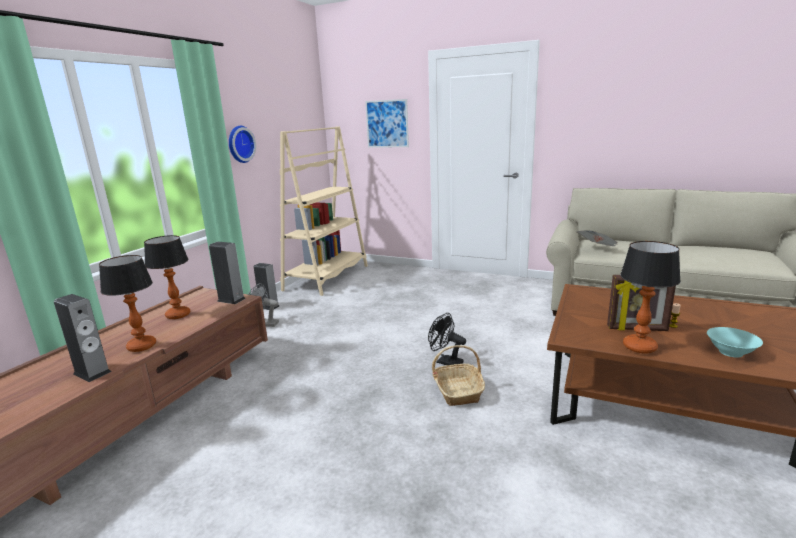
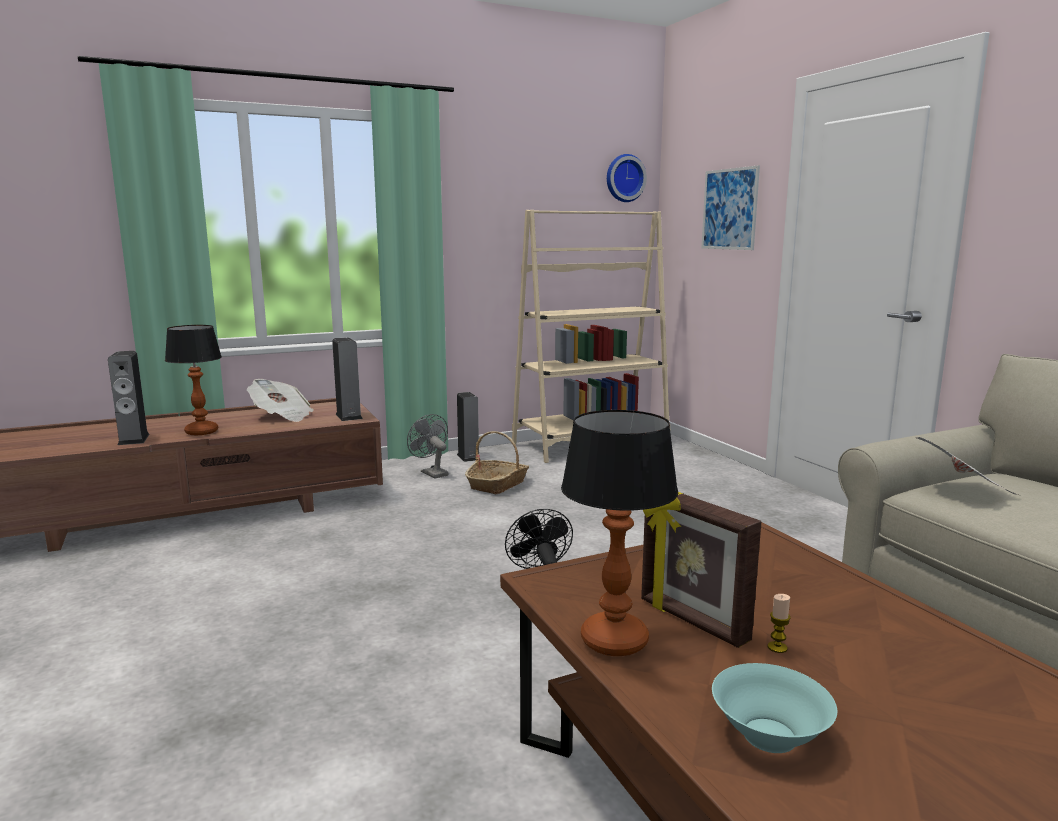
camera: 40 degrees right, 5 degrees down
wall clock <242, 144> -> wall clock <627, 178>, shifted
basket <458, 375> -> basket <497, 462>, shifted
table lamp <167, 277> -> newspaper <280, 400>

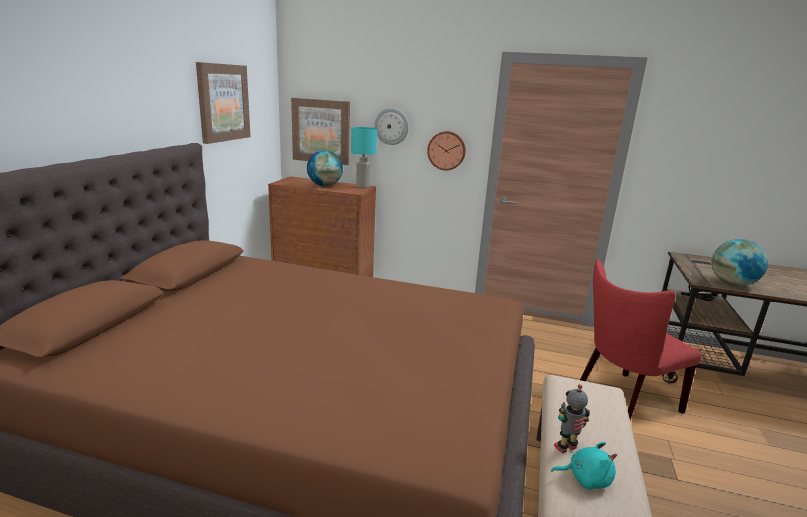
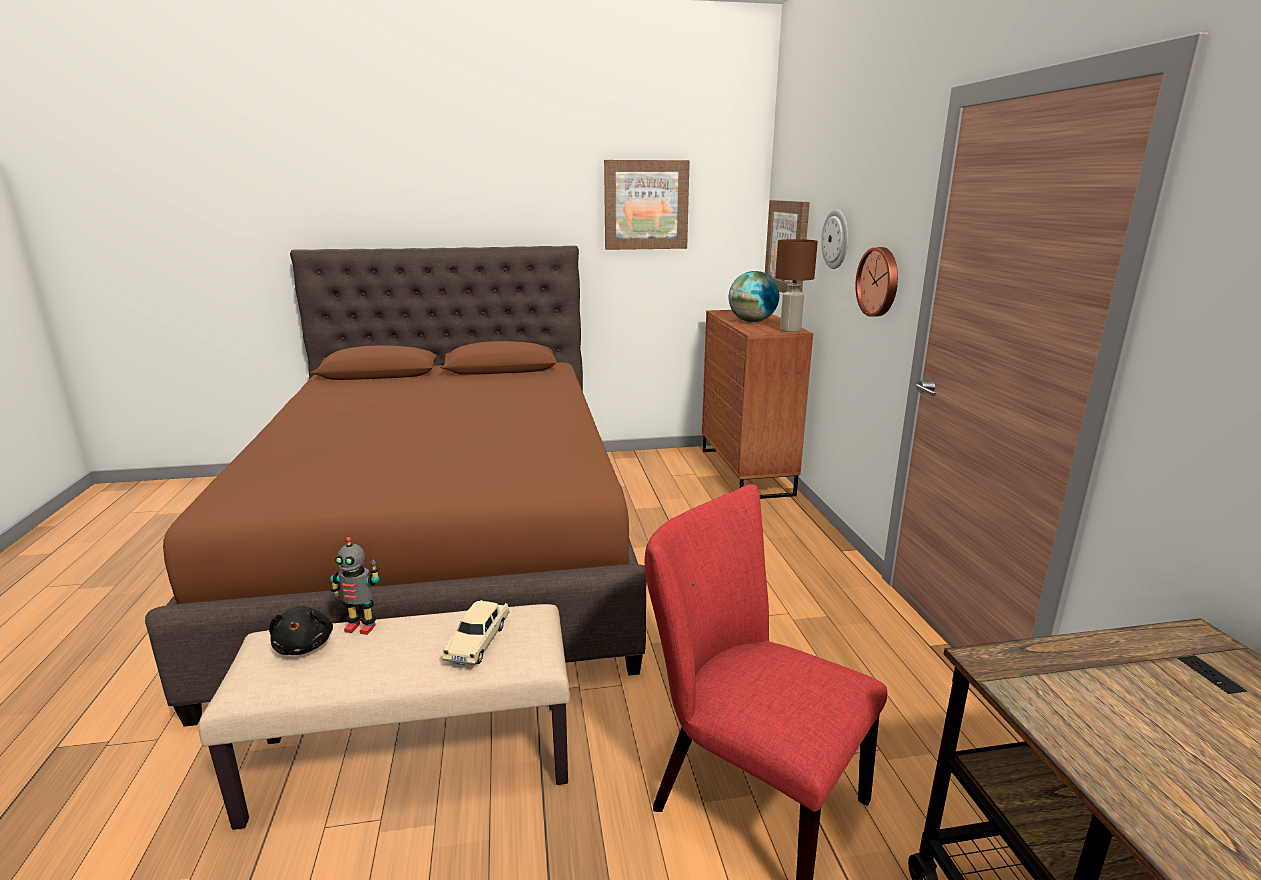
camera: 65 degrees right, 0 degrees up
globe <740, 262> -> none
none -> toy car in beige <476, 632>
table lamp in turquoise <364, 157> -> table lamp in brown <796, 285>
plush toy in turquoise <584, 466> -> plush toy in black <301, 630>
toy robot <572, 418> -> toy robot <355, 586>, 150 degrees clockwise

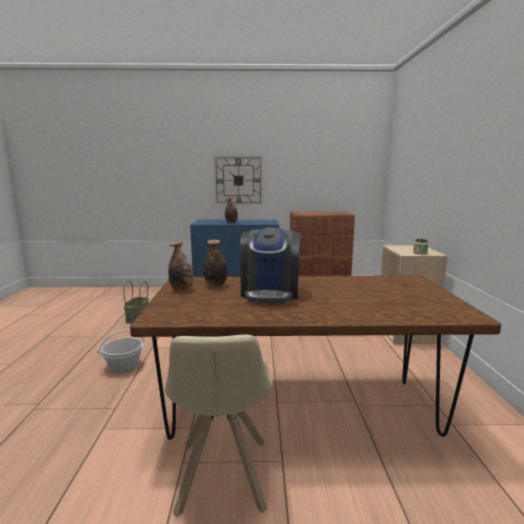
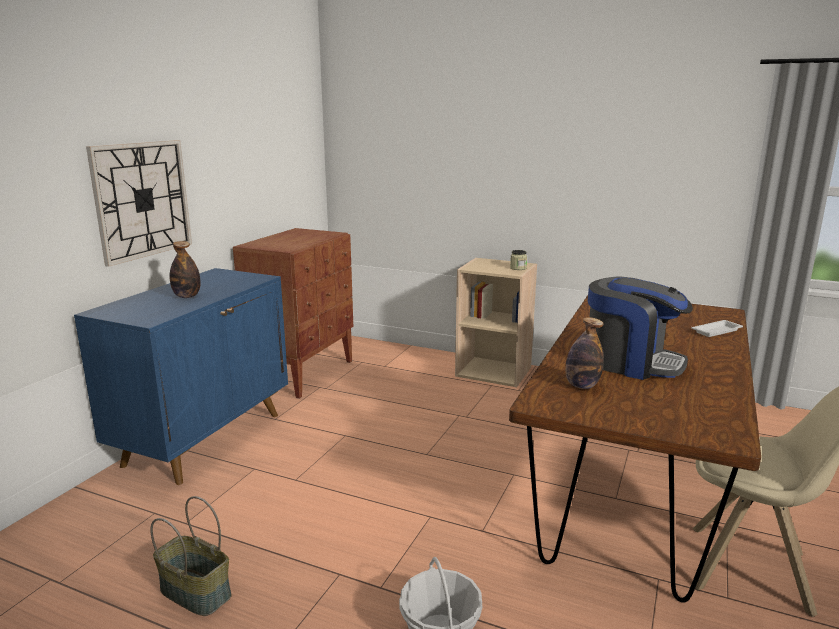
camera: 65 degrees left, 5 degrees up
bottle <181, 266> -> none
none -> tray in white <717, 328>

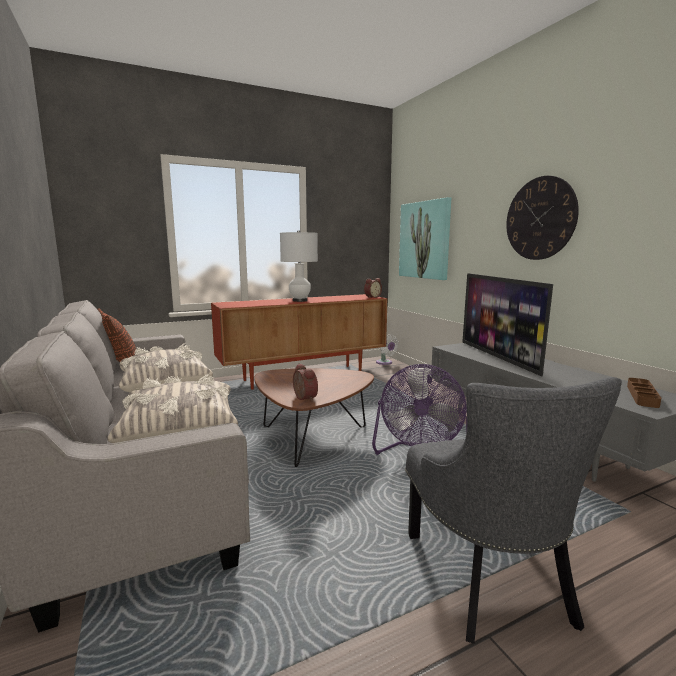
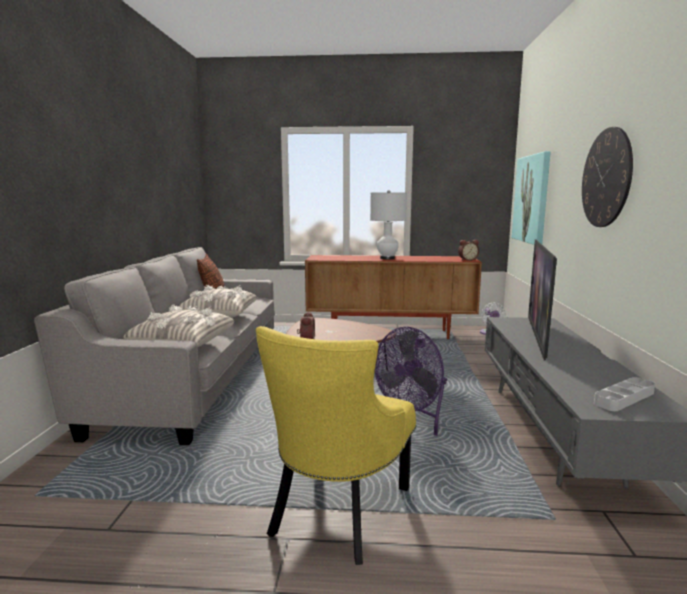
camera: 30 degrees right, 0 degrees up
armchair in grey <513, 510> -> armchair in yellow <336, 445>
tray in brown <644, 393> -> tray in grey <624, 394>

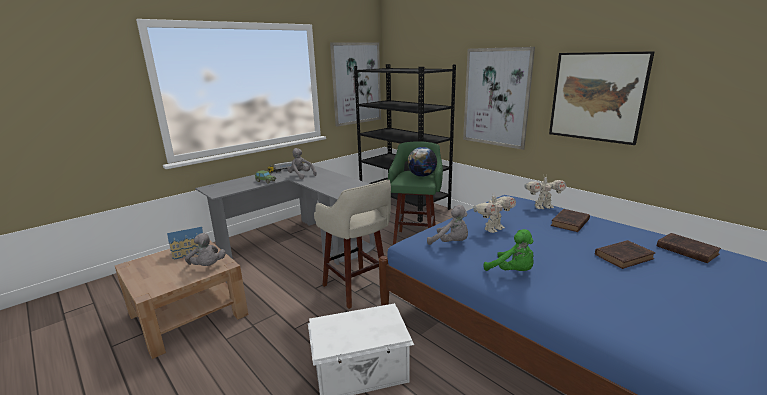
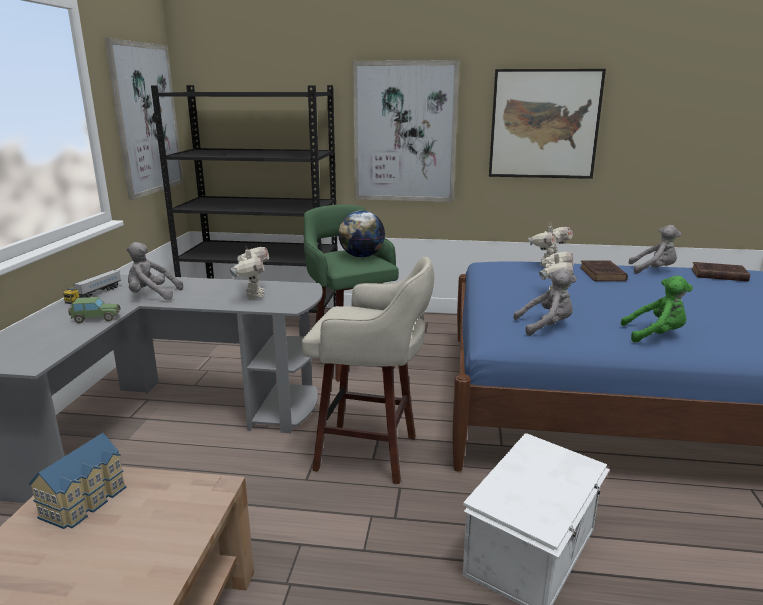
camera: 40 degrees left, 0 degrees up
book in brown <625, 254> -> none
none -> toy robot <249, 272>
plush toy in grey <205, 249> -> plush toy in grey <654, 249>, shifted

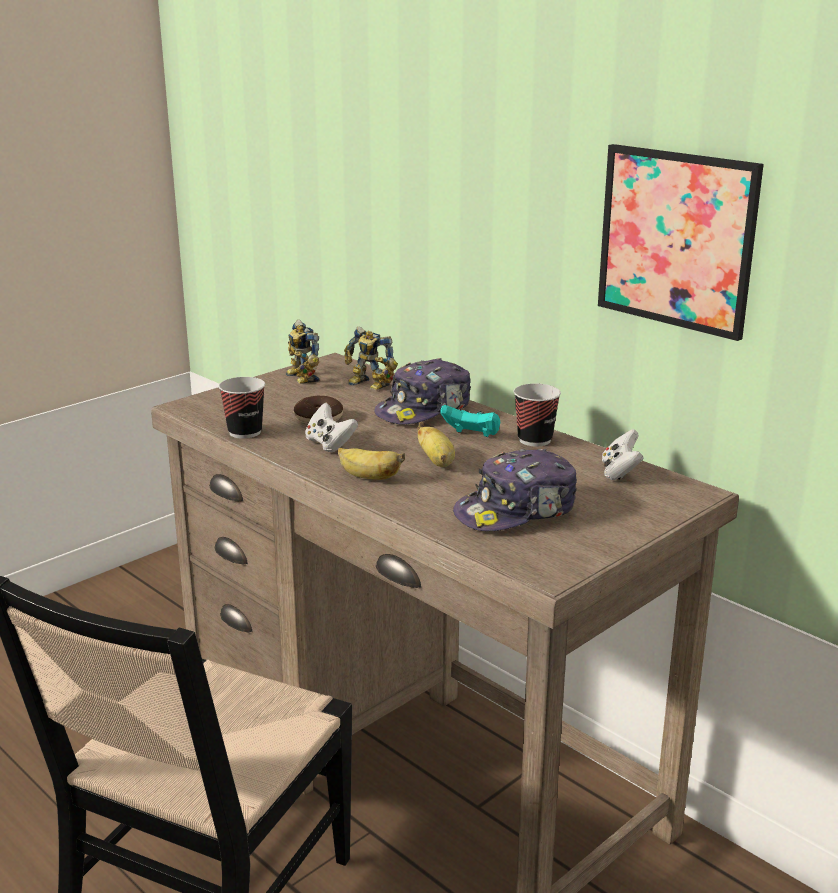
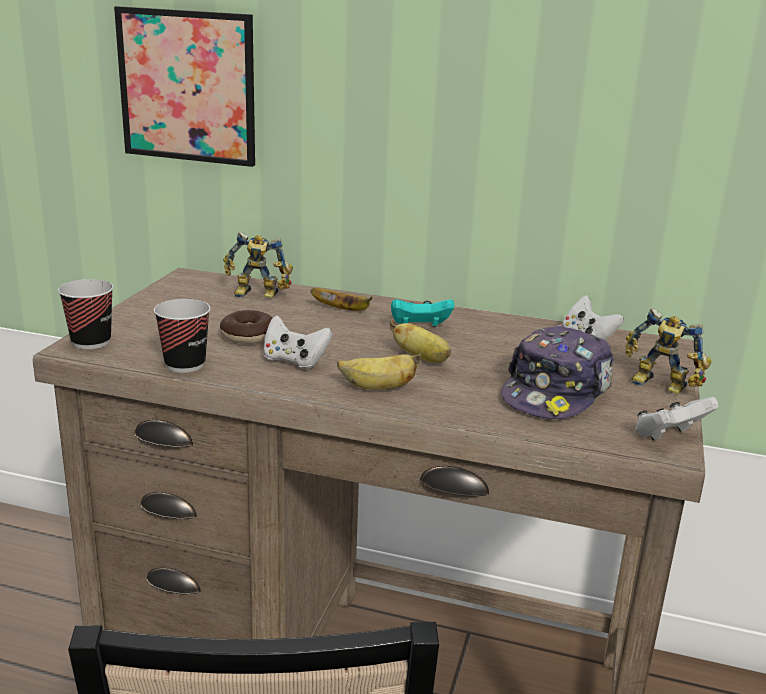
camera: 30 degrees left, 0 degrees up
none -> game controller in white <677, 418>
toy robot <302, 352> -> toy robot <668, 351>, shifted
cup <537, 415> -> cup <86, 314>, shifted
picture <681, 242> -> picture <184, 86>, shifted
cap <422, 391> -> banana <341, 299>

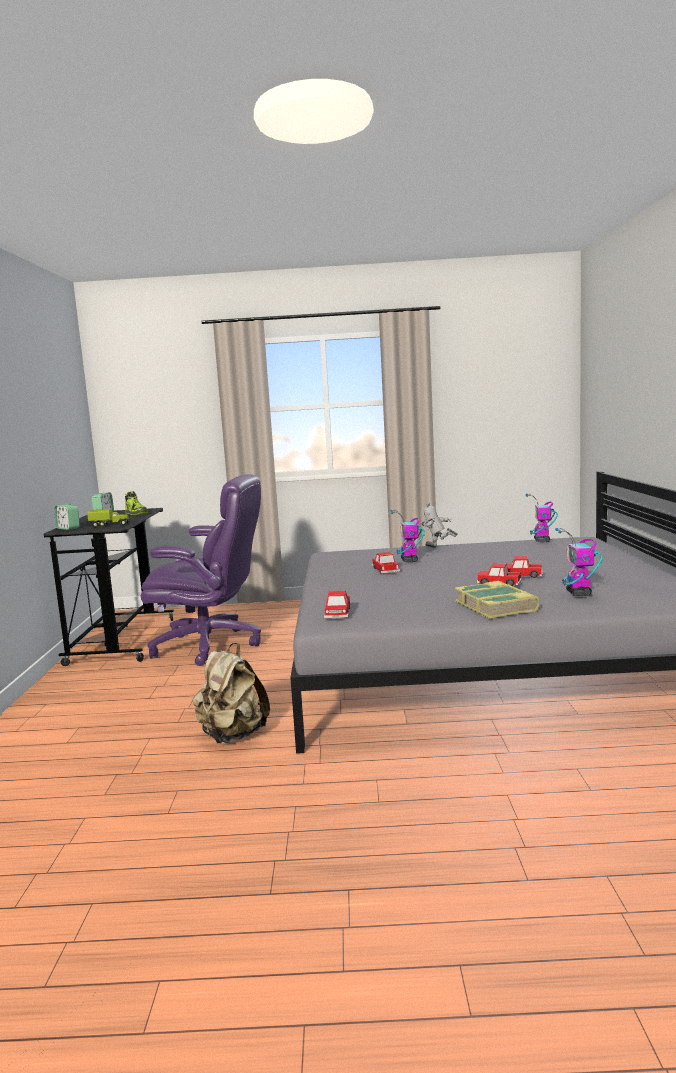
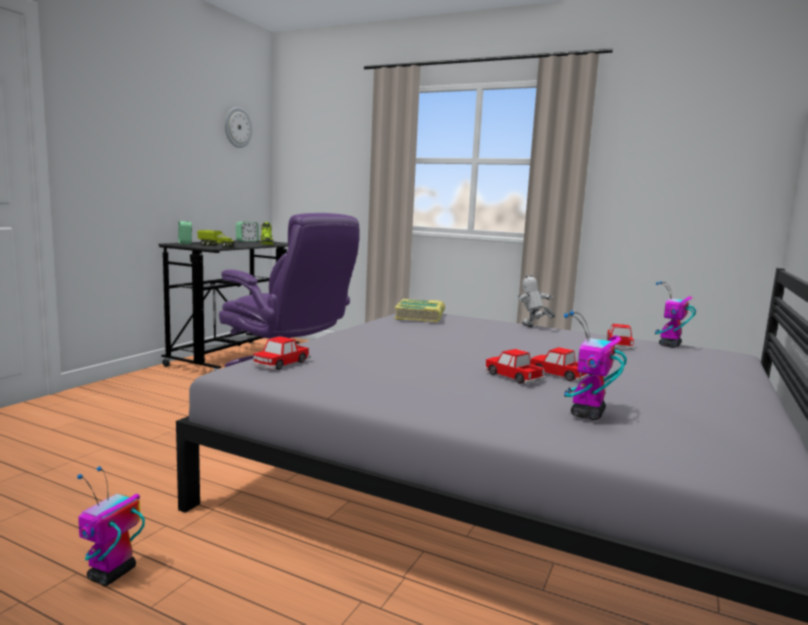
camera: 25 degrees right, 0 degrees up
backpack in beige <231, 693> -> none
none -> wall clock <238, 127>
toy car <386, 563> -> toy car <620, 336>, shifted
toy robot <408, 536> -> toy robot <111, 526>, shifted
book <497, 600> -> book <419, 311>, shifted

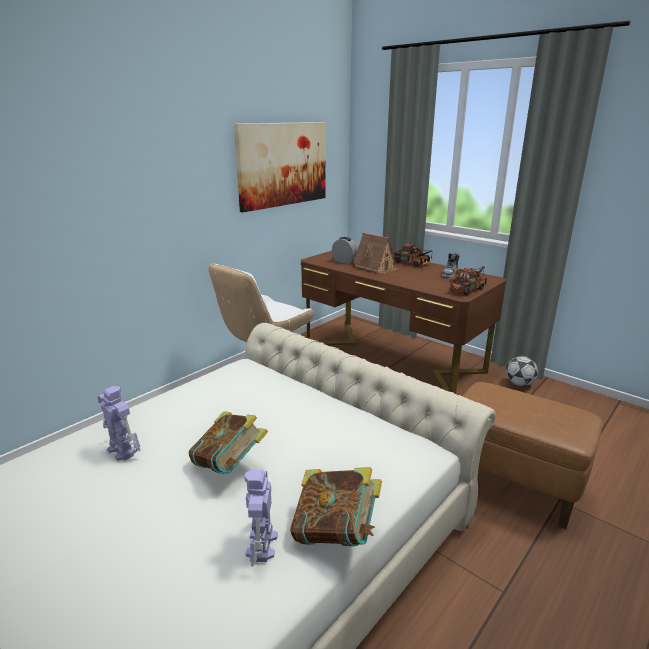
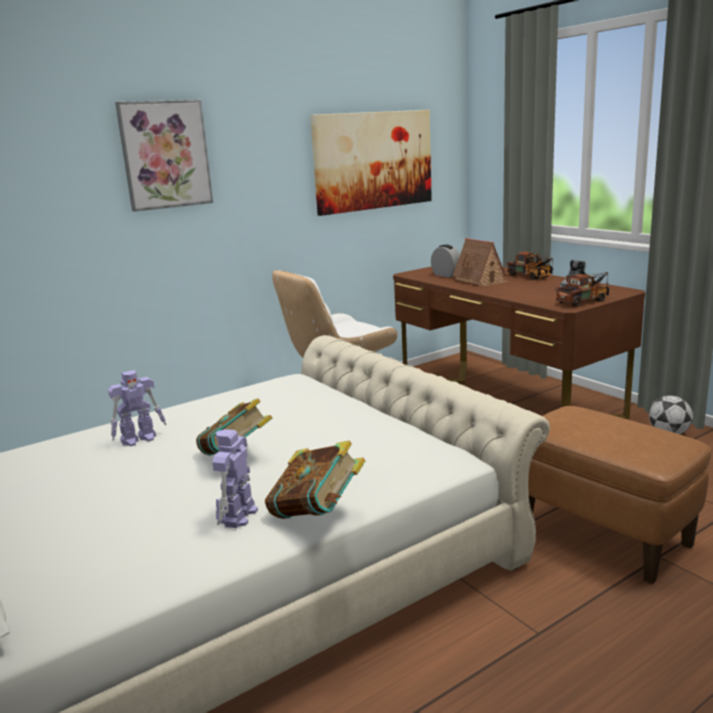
camera: 15 degrees right, 5 degrees down
none -> picture <164, 156>
toy robot <119, 423> -> toy robot <137, 408>, 90 degrees clockwise

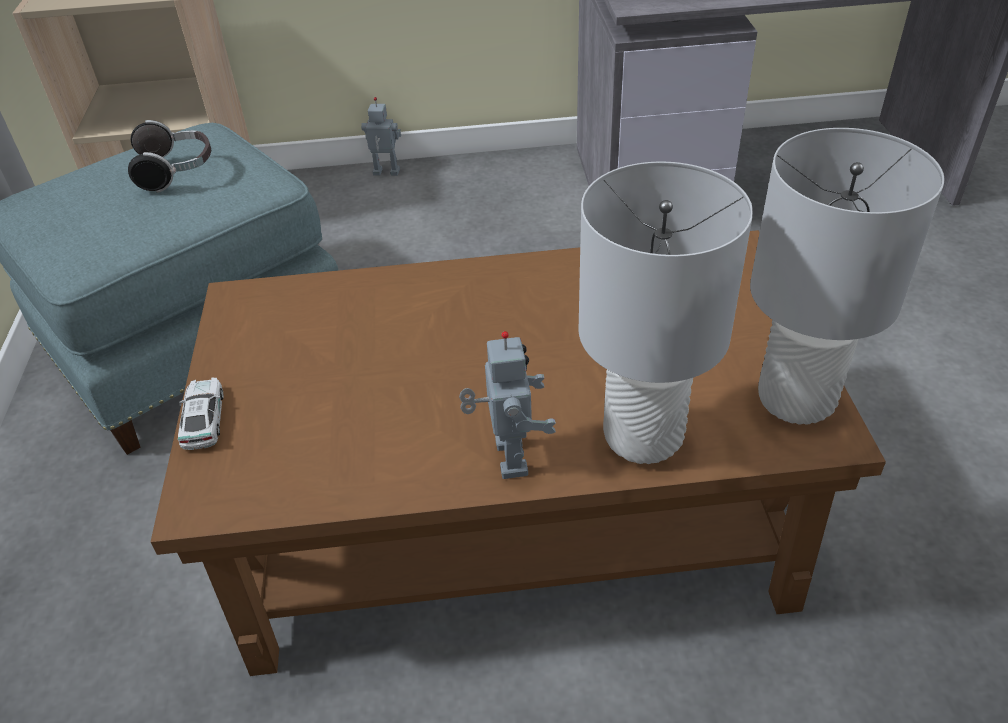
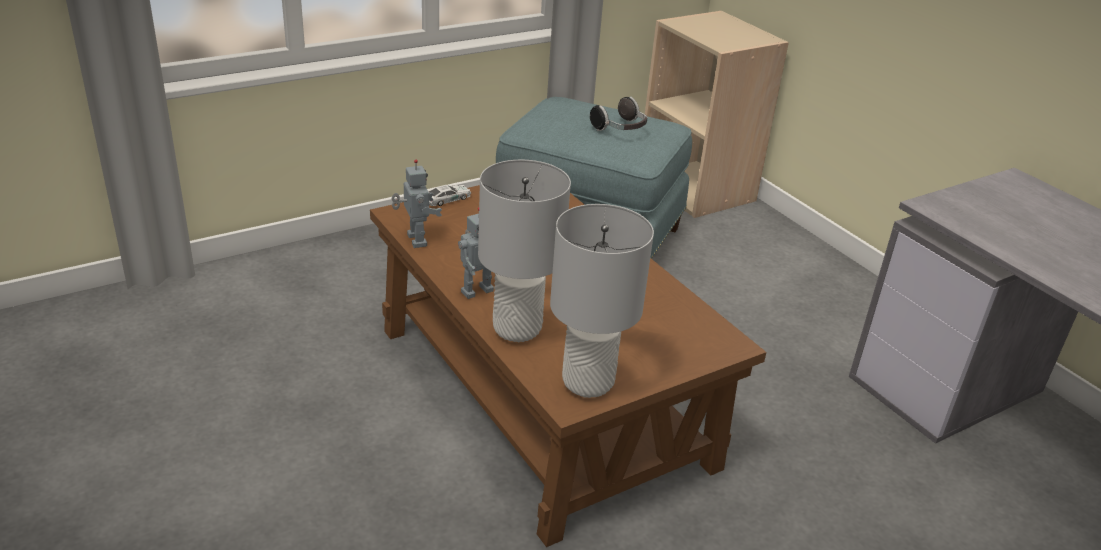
camera: 60 degrees right, 10 degrees down
toy robot <381, 136> -> toy robot <417, 203>, shifted

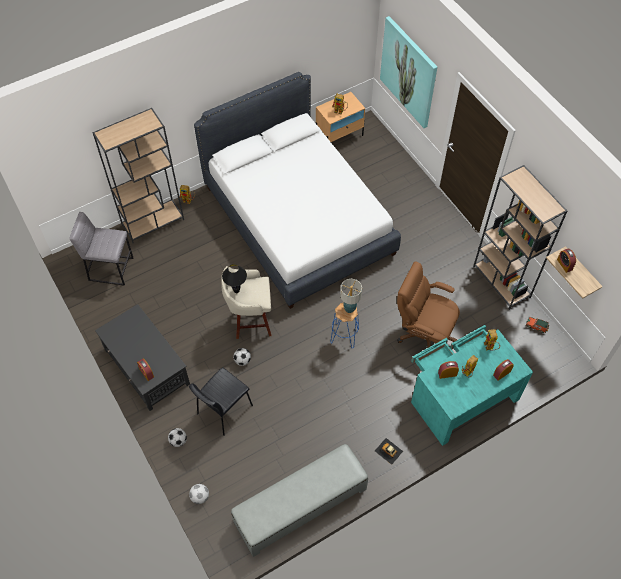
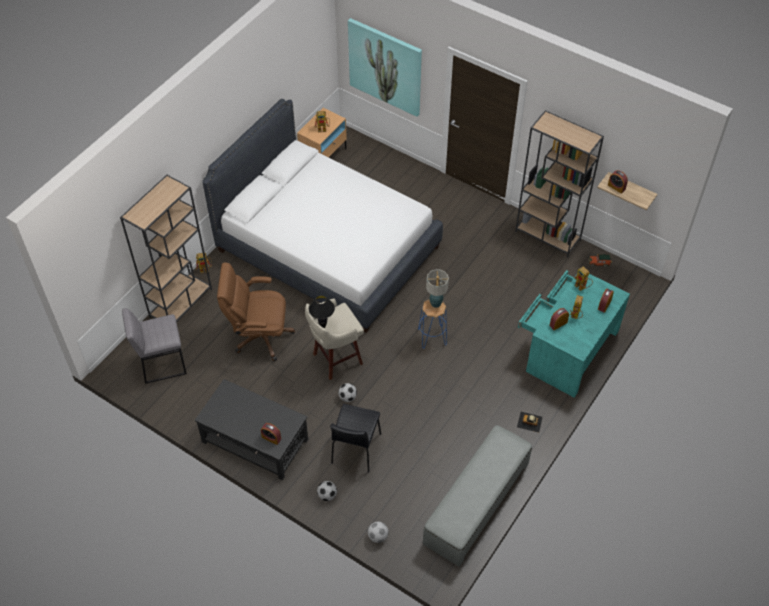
camera: 25 degrees left, 5 degrees down
office chair in brown <428, 304> -> office chair in brown <256, 312>, shifted

